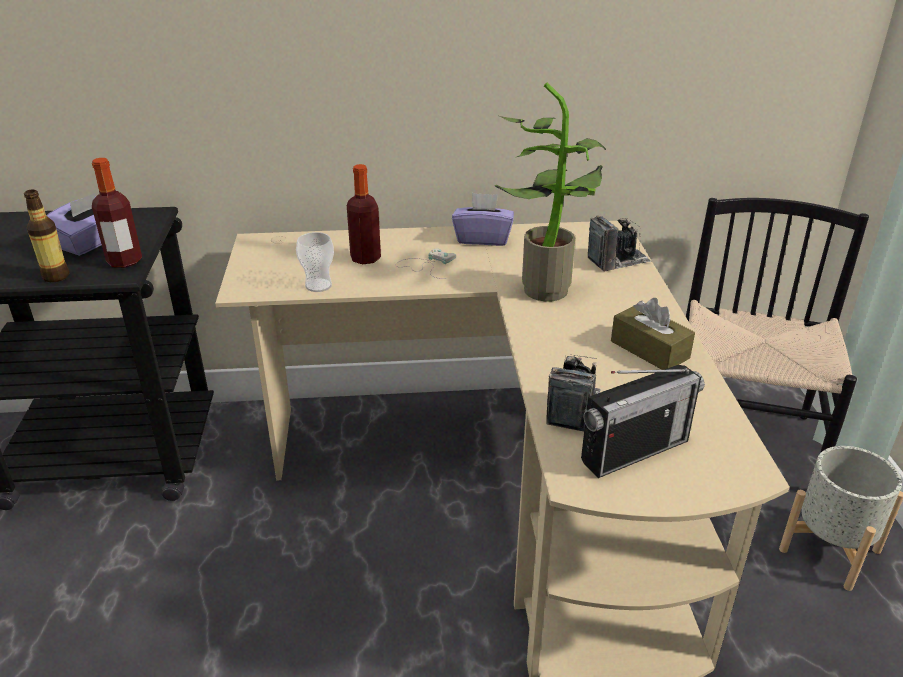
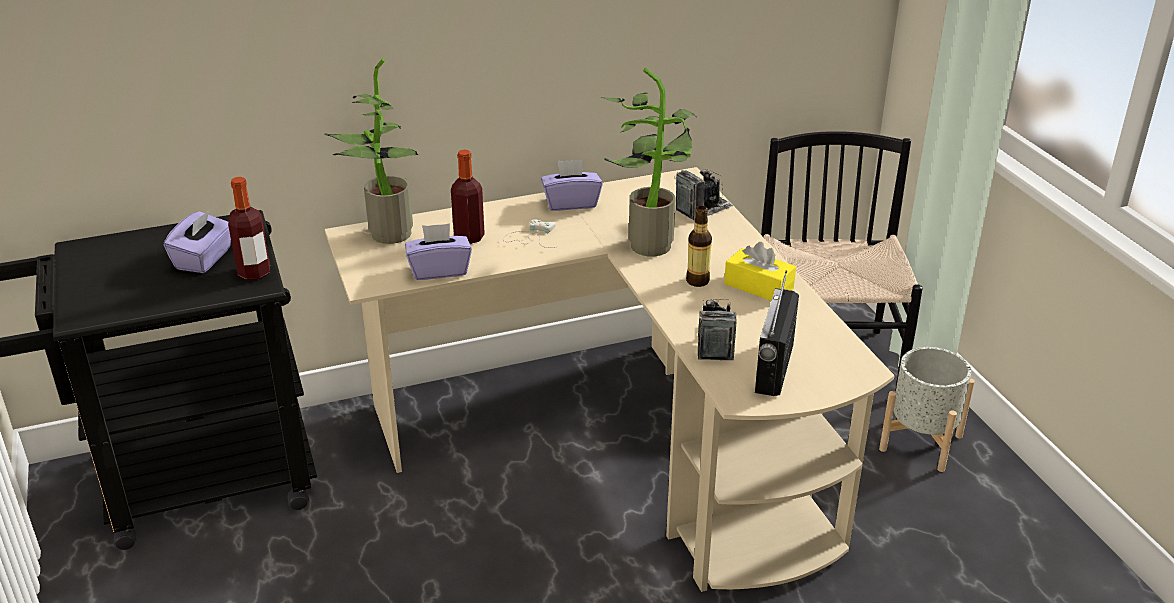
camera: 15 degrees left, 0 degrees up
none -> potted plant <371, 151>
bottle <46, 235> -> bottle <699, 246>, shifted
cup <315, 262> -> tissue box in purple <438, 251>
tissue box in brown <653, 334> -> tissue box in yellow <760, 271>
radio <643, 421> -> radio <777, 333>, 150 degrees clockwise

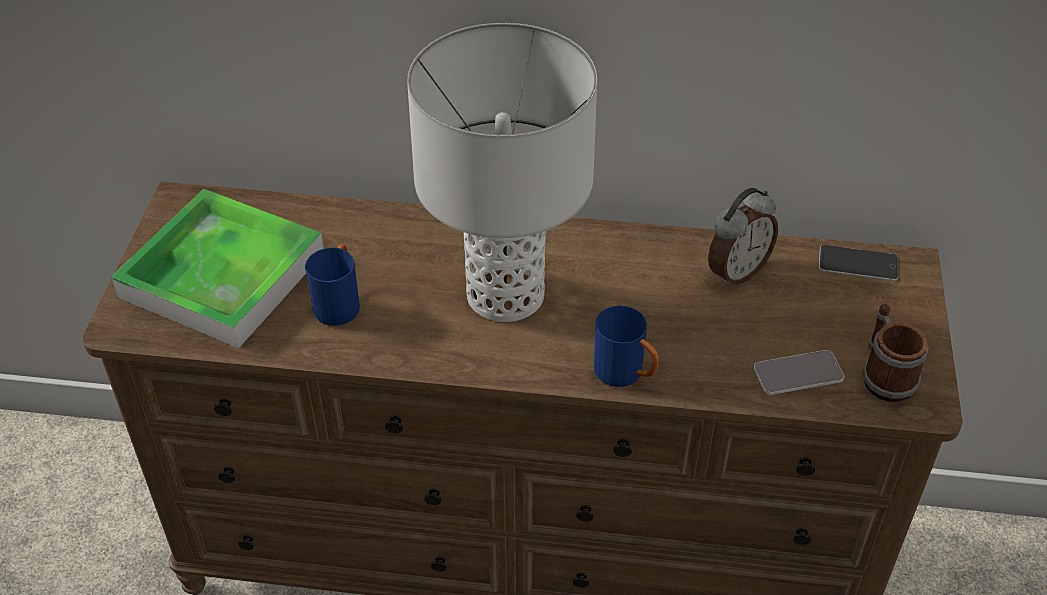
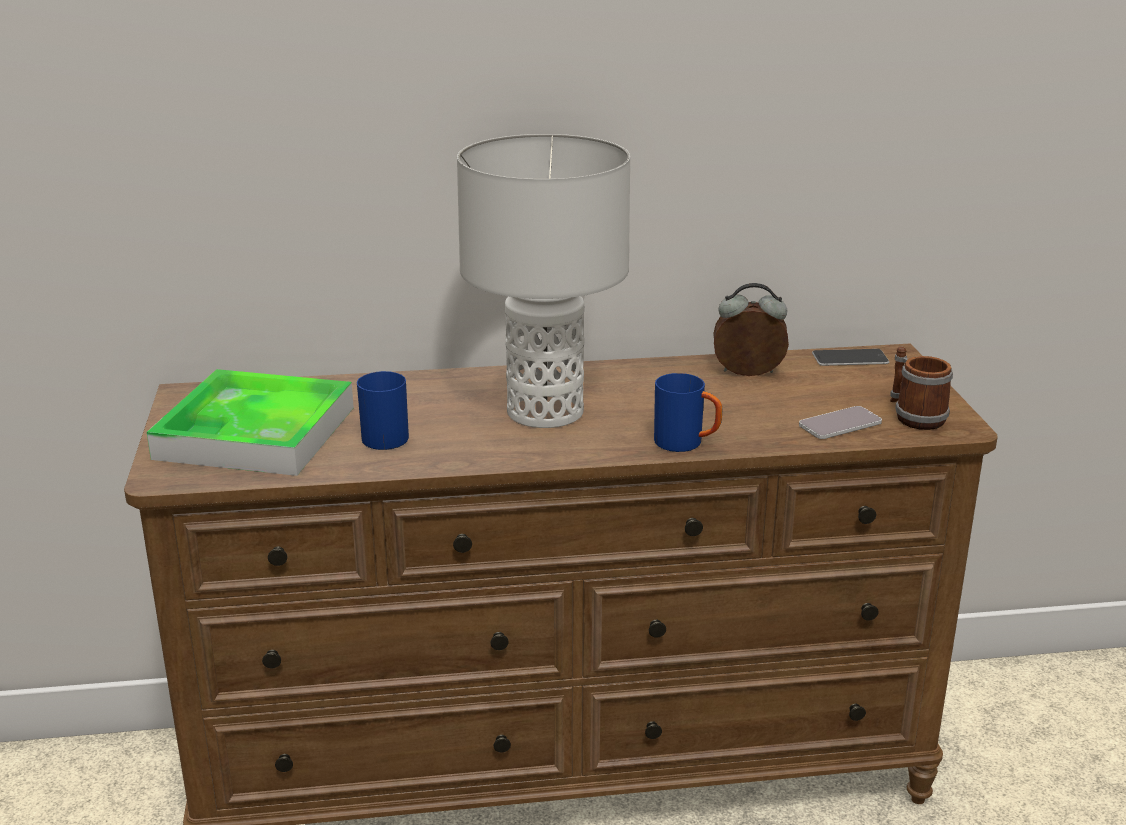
camera: 15 degrees left, 20 degrees down
alarm clock <743, 237> -> alarm clock <751, 329>, 120 degrees counterclockwise

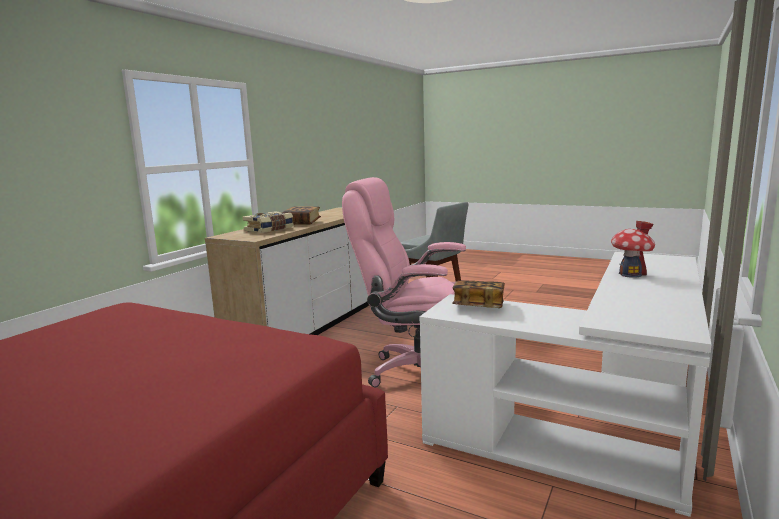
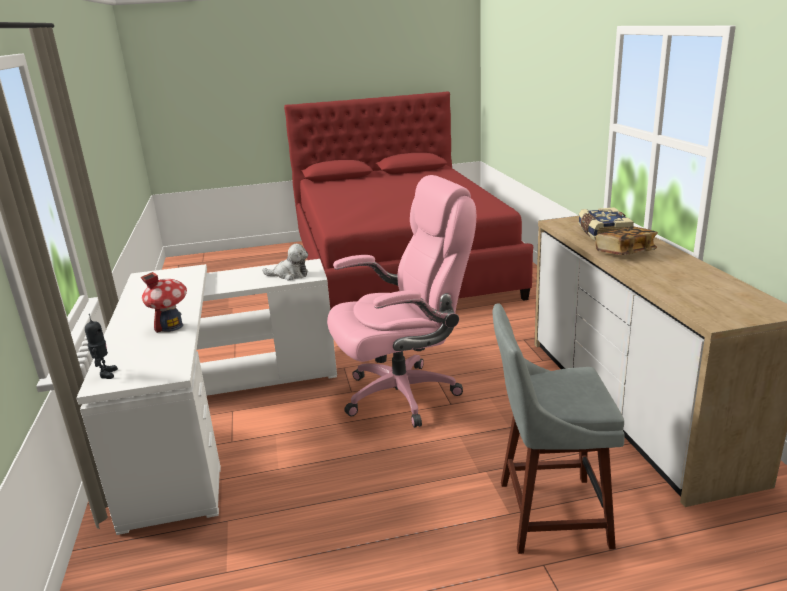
camera: 140 degrees right, 10 degrees up
none -> toy robot <101, 346>
book <478, 294> -> plush toy <285, 262>

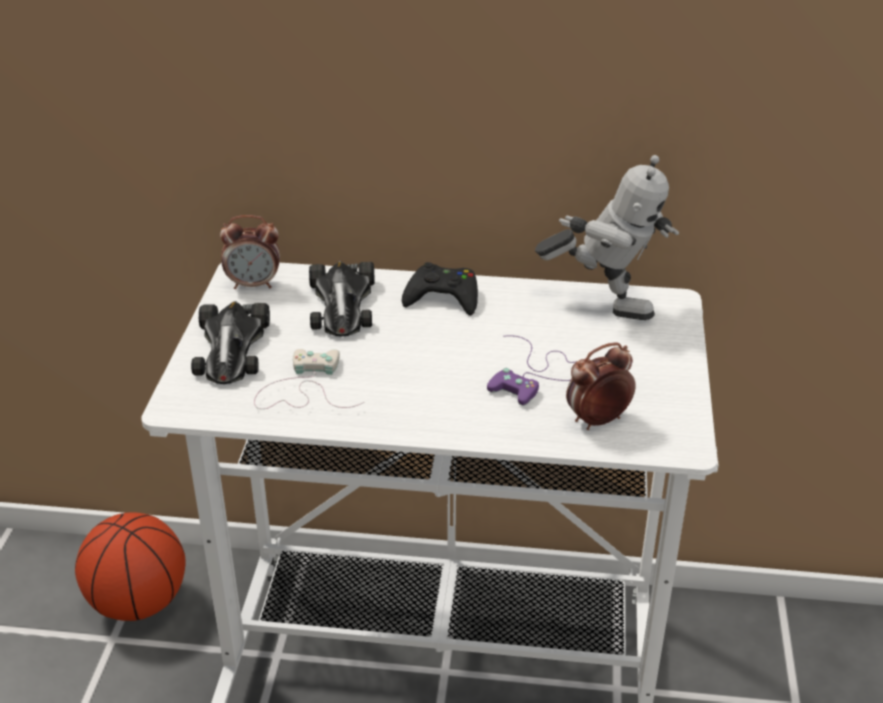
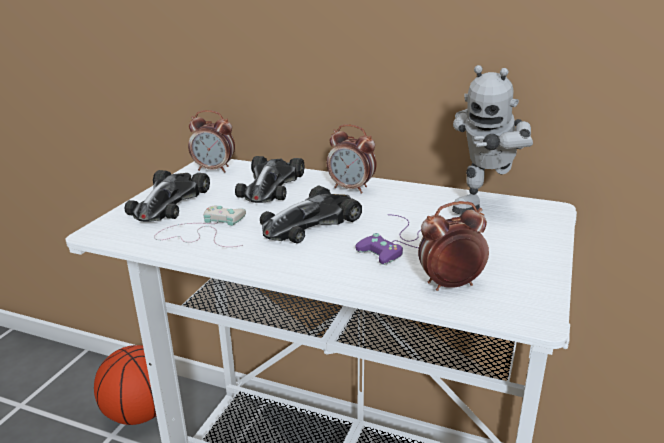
camera: 15 degrees right, 10 degrees down
none -> toy car <311, 214>
game controller in black <440, 289> -> alarm clock <352, 159>
toy robot <607, 237> -> toy robot <492, 139>, 90 degrees clockwise

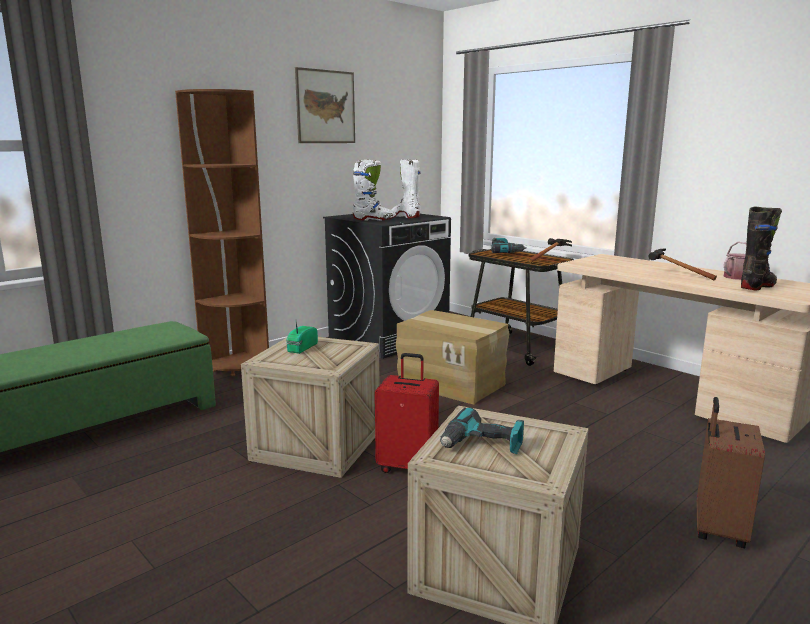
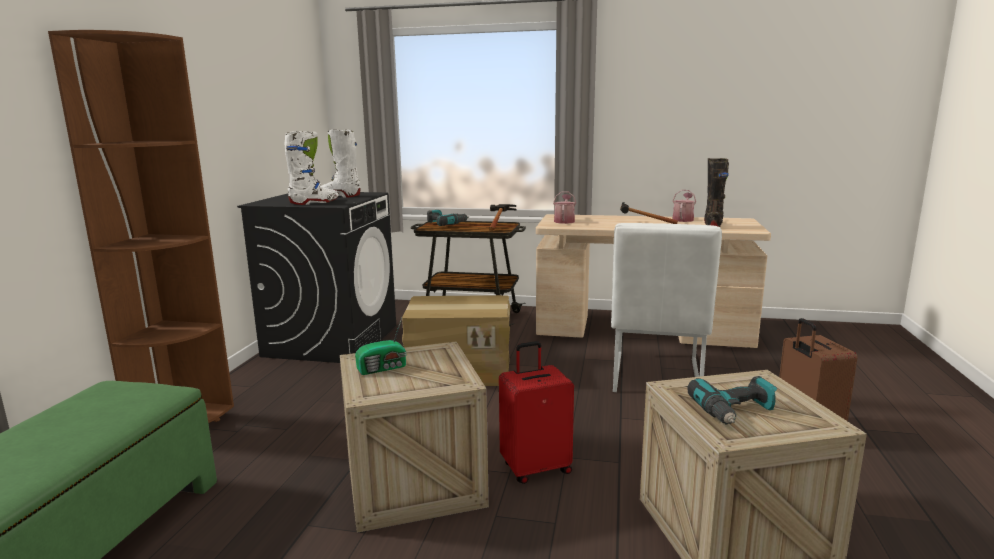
camera: 35 degrees left, 0 degrees up
picture <325, 105> -> none
none -> watering can <564, 207>
none -> chair in white <666, 307>
radio <302, 338> -> radio <381, 346>, 105 degrees counterclockwise

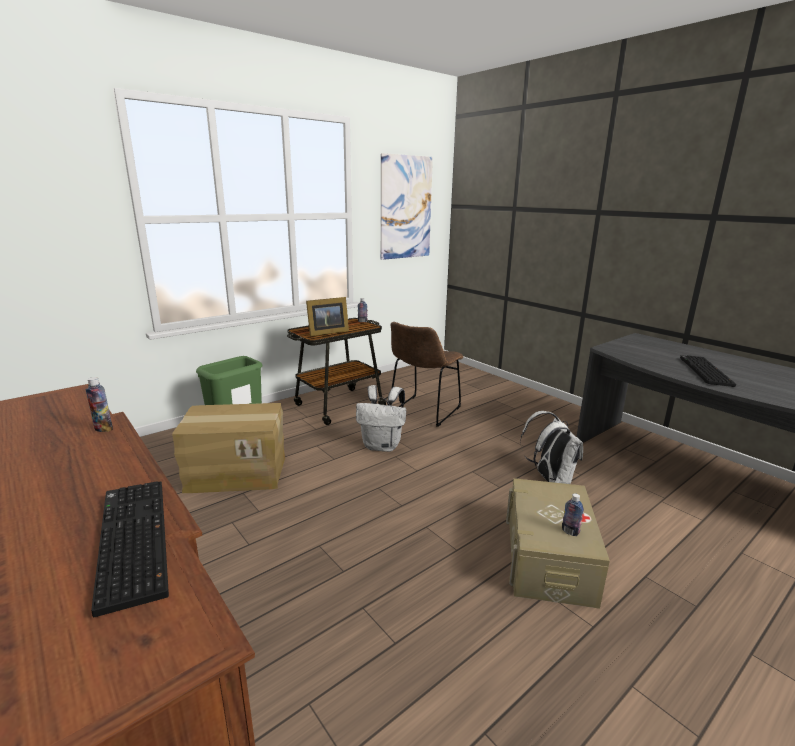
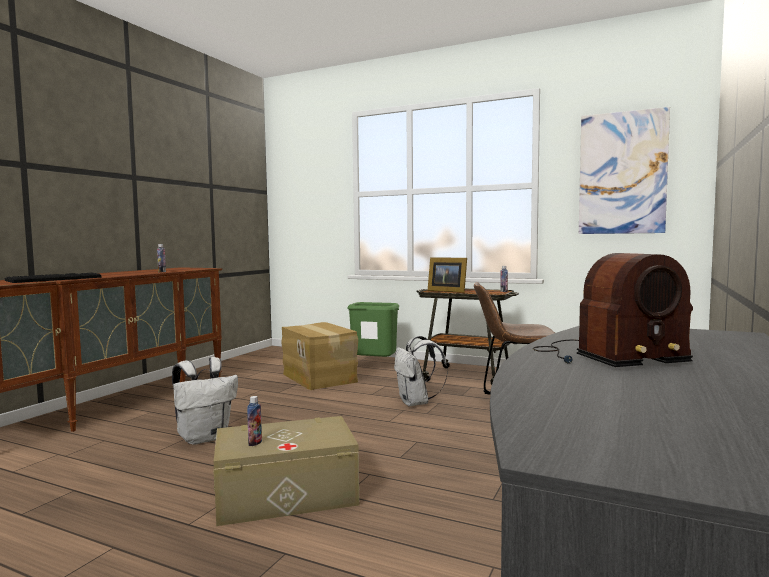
camera: 65 degrees right, 15 degrees down
backpack in white <551, 447> -> backpack in white <205, 401>, shifted
keyboard <708, 371> -> radio <613, 310>

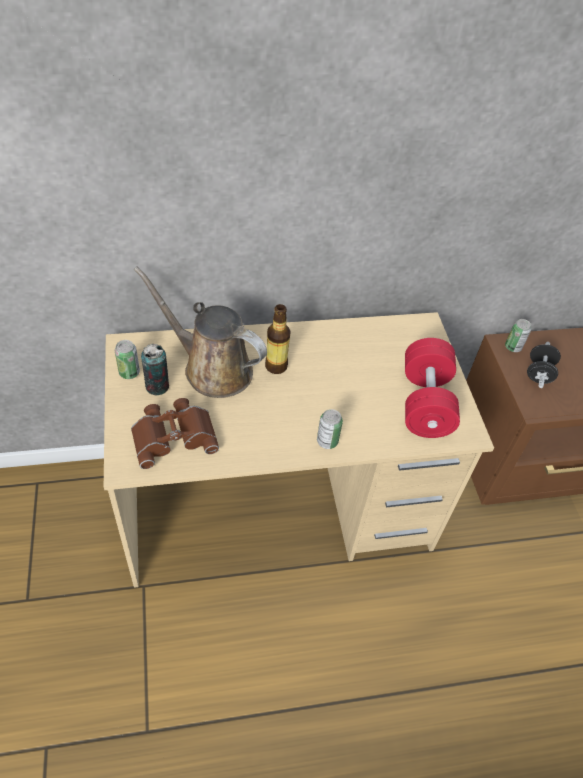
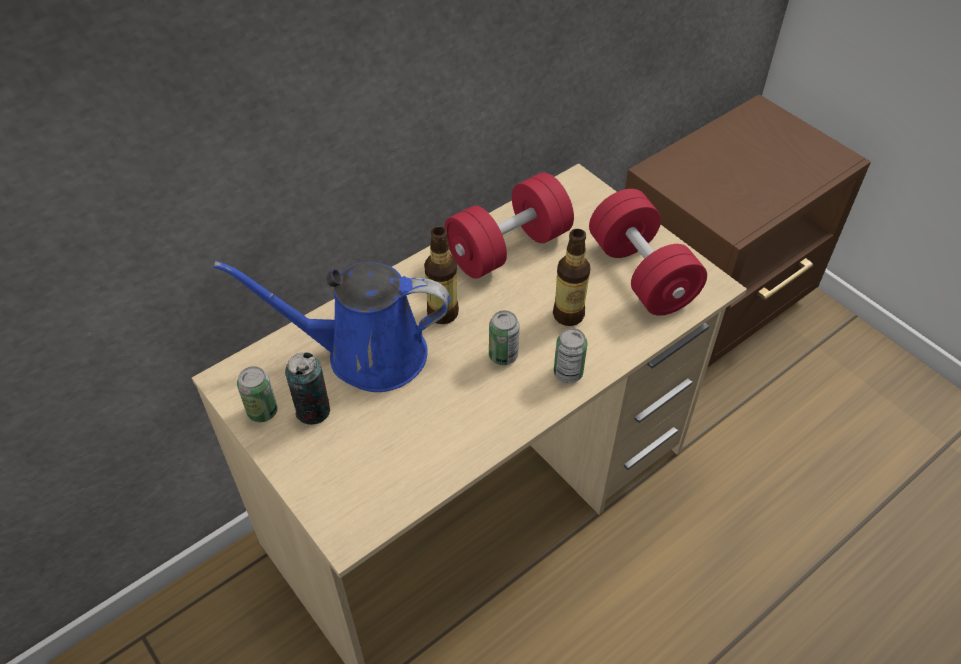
camera: 25 degrees left, 0 degrees up
binoculars in brown <175, 433> -> none
dumbbell in black <544, 365> -> none
none -> dumbbell in red <509, 226>
none -> bottle <571, 277>
can <518, 335> -> can <504, 337>, shifted
watering can in brown <200, 332> -> watering can in blue <331, 326>

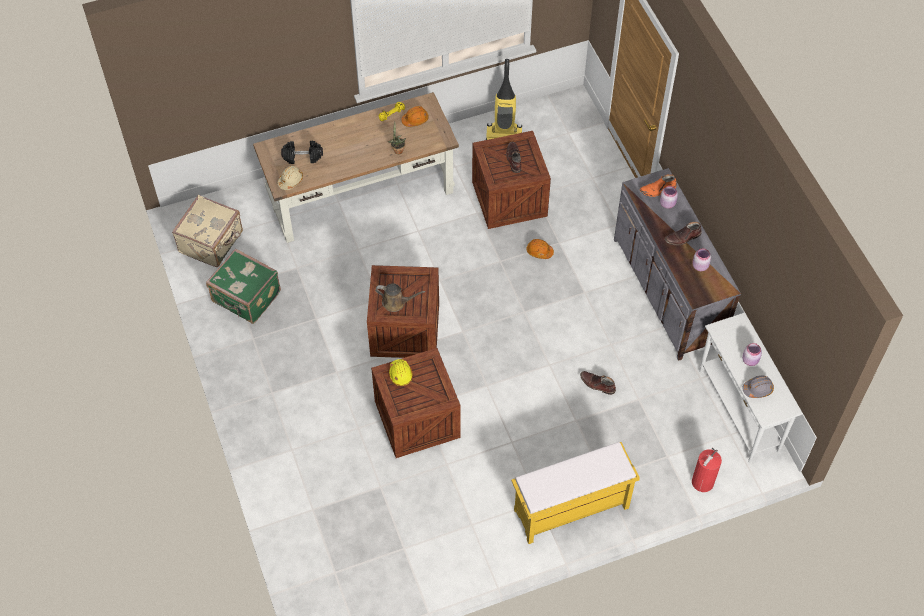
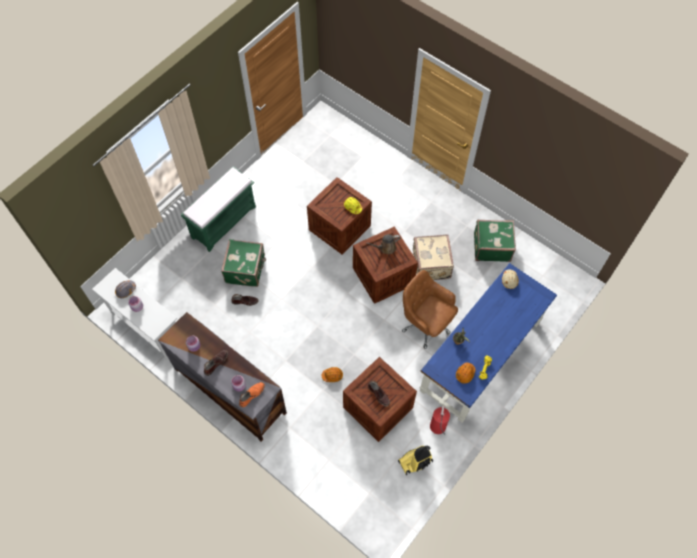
camera: 150 degrees right, 5 degrees up
dumbbell in black <302, 152> -> none
none -> suitcase in green <243, 263>
none -> office chair in brown <430, 309>
suitcase in beige <207, 231> -> suitcase in beige <433, 257>, shifted
fire extinguisher <707, 470> -> fire extinguisher <440, 420>, shifted
desk in brown <356, 167> -> desk in blue <488, 343>
bench in yellow <575, 493> -> bench in green <218, 209>

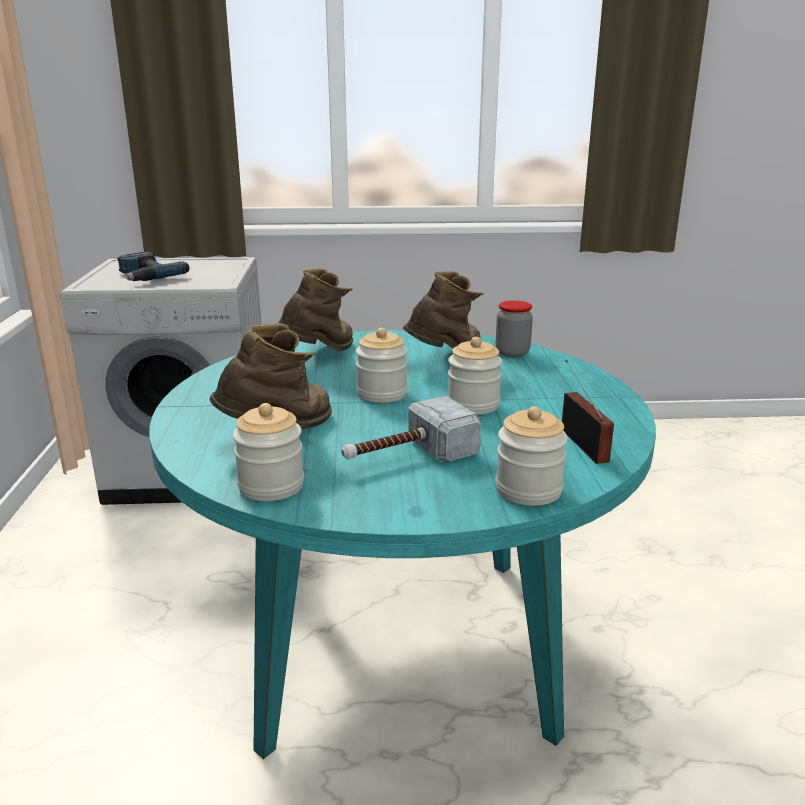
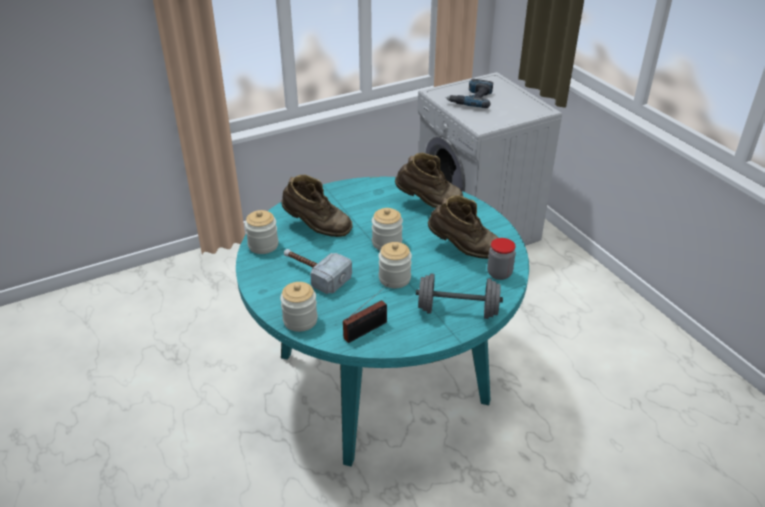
camera: 65 degrees right, 15 degrees up
none -> dumbbell in grey <459, 296>

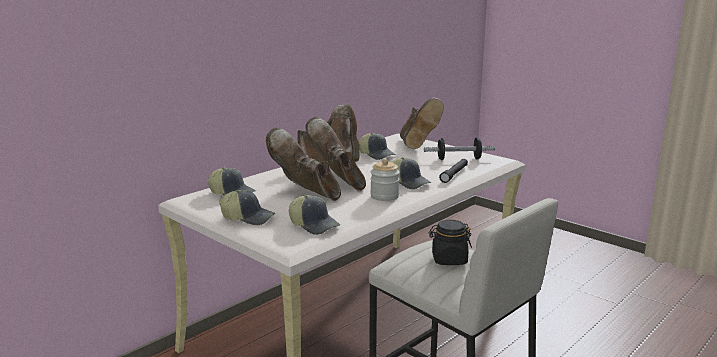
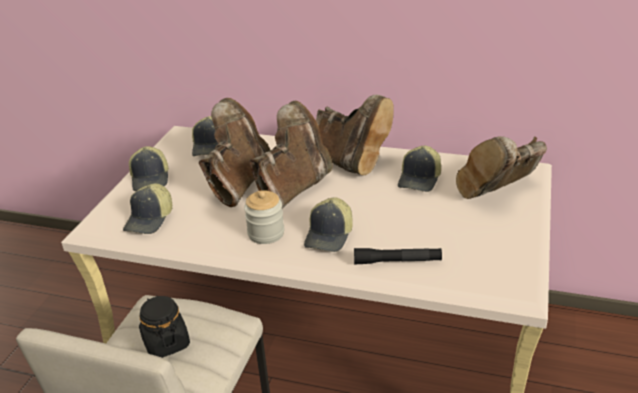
camera: 65 degrees right, 15 degrees up
dumbbell <459, 149> -> none

